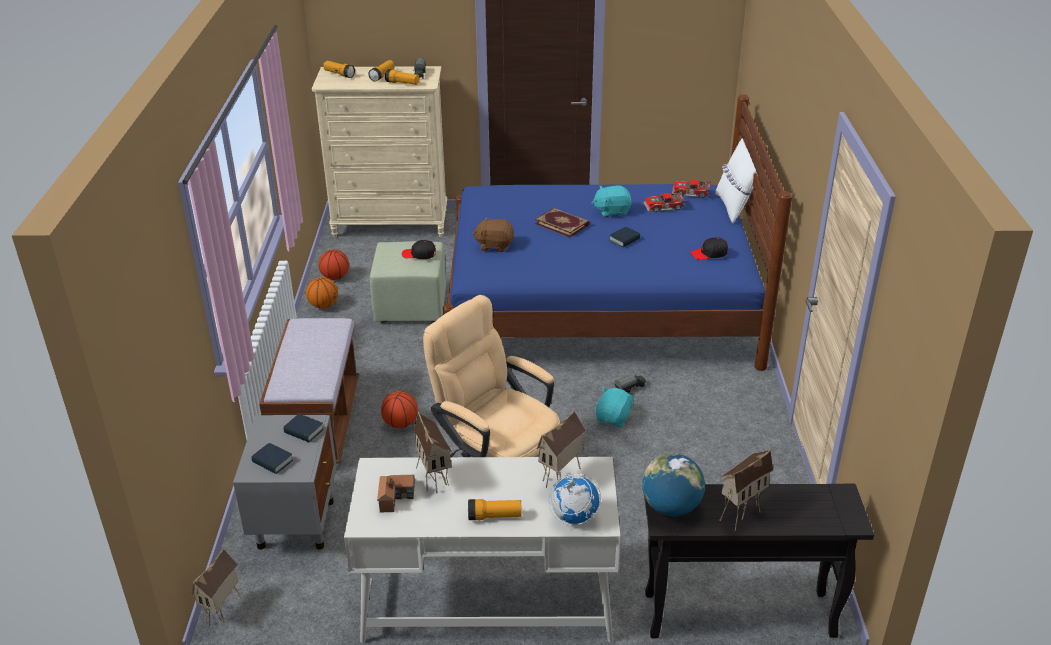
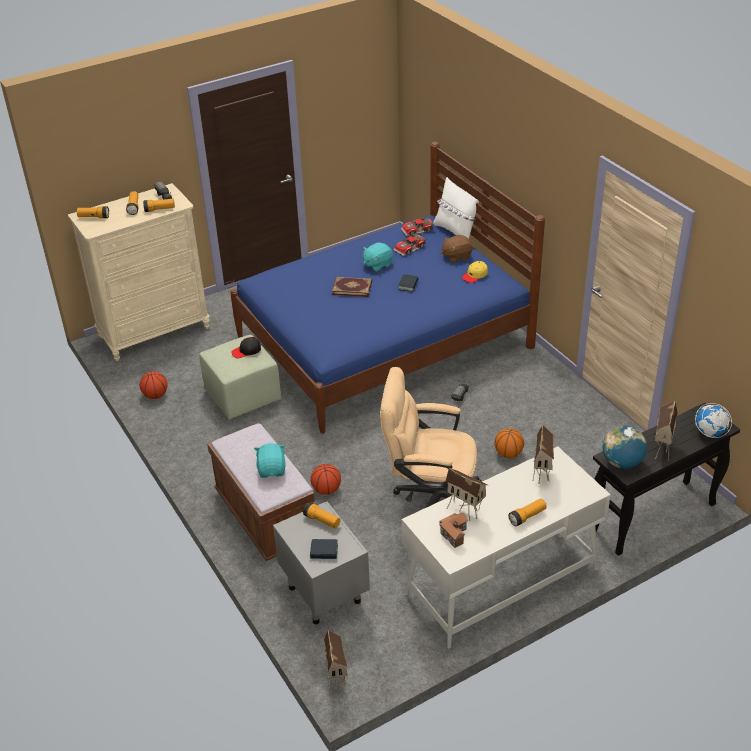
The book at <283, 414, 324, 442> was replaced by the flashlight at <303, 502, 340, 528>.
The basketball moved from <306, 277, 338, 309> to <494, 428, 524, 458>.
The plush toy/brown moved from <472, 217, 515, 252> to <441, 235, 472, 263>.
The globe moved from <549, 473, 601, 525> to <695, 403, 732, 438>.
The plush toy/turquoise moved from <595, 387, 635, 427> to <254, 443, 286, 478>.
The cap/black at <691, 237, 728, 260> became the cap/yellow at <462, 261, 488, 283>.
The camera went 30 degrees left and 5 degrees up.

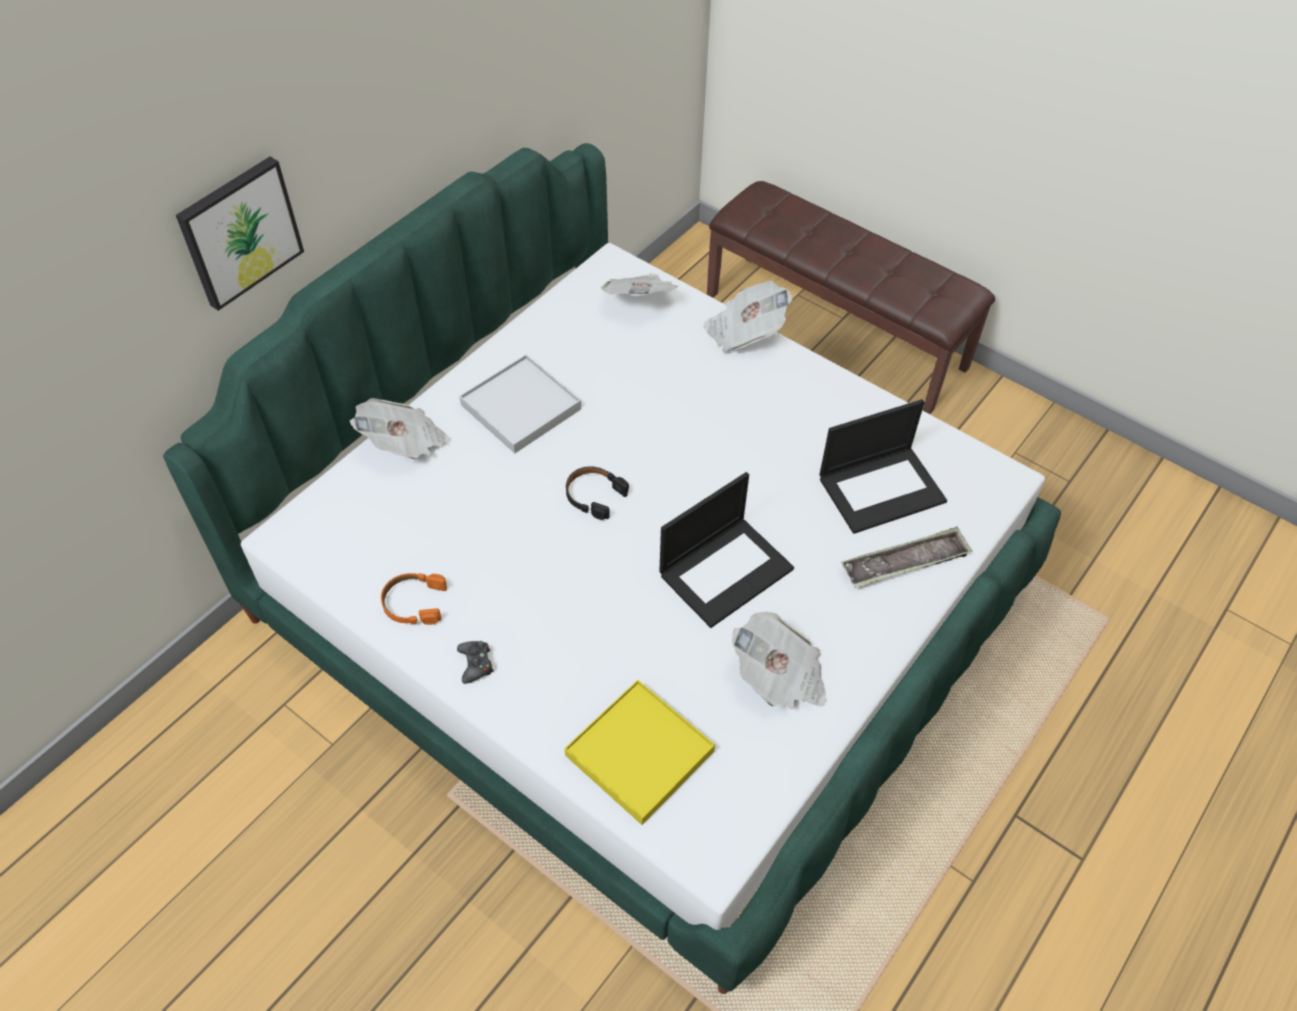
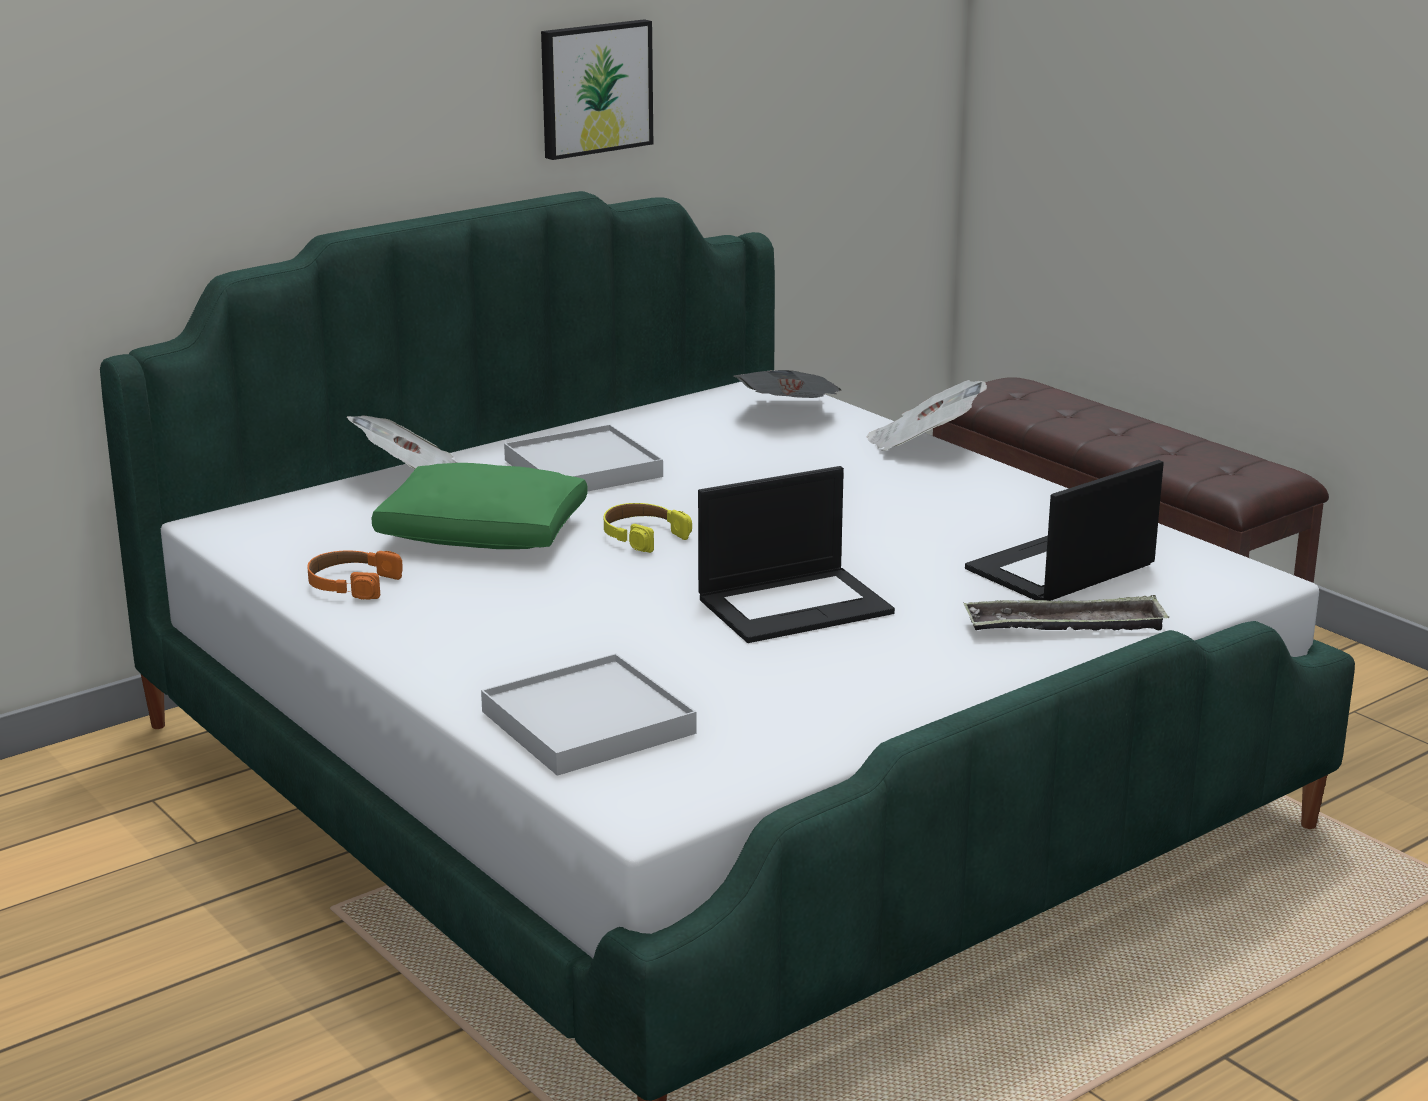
The picture moved from <176, 157, 304, 311> to <541, 19, 653, 160>.
The game controller/black at <457, 641, 494, 684> disappeared.
The tray/yellow at <564, 680, 715, 825> became the tray/white at <481, 653, 697, 776>.
The headphones/black at <566, 467, 629, 520> became the headphones/yellow at <604, 503, 692, 553>.
The newspaper at <732, 612, 827, 709> disappeared.
The laptop at <820, 399, 947, 534> turned 150 degrees clockwise.
The pillow/green at <371, 463, 588, 549> appeared.
The camera went 15 degrees right and 30 degrees down.

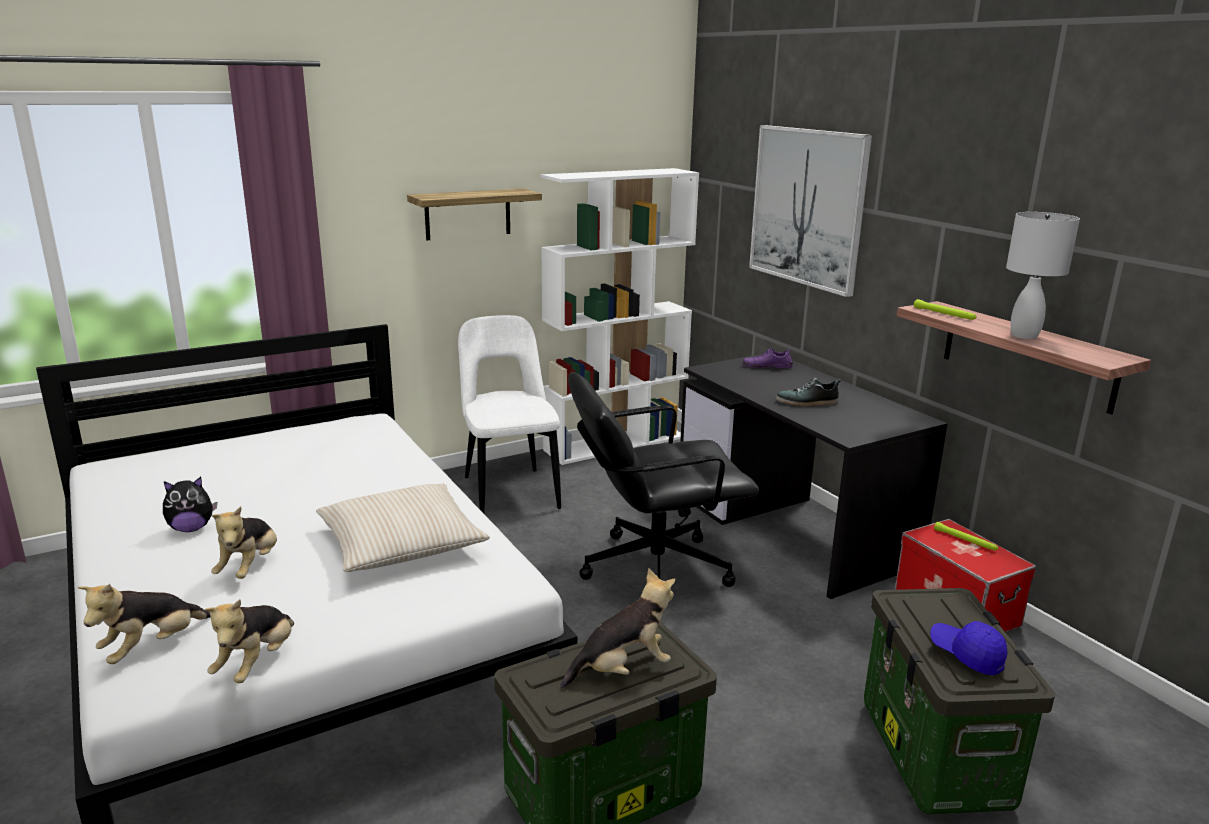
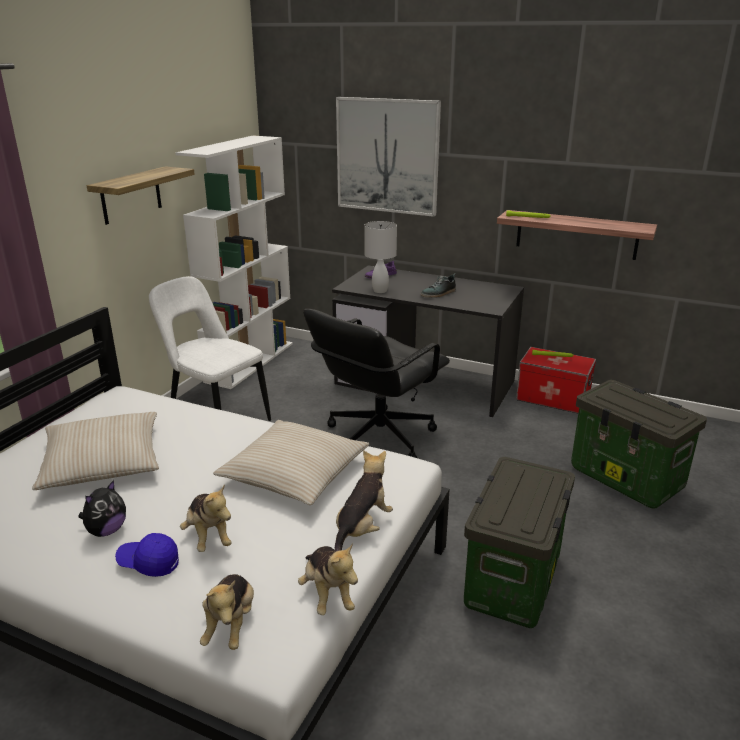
The plush toy moved from <560, 568, 676, 689> to <335, 450, 393, 551>.
The cap/blue moved from <930, 621, 1008, 675> to <115, 533, 179, 577>.
The table lamp/white moved from <1006, 212, 1080, 339> to <364, 221, 397, 293>.
The pillow/beige at <32, 412, 159, 490> appeared.
The camera went 35 degrees left and 5 degrees up.

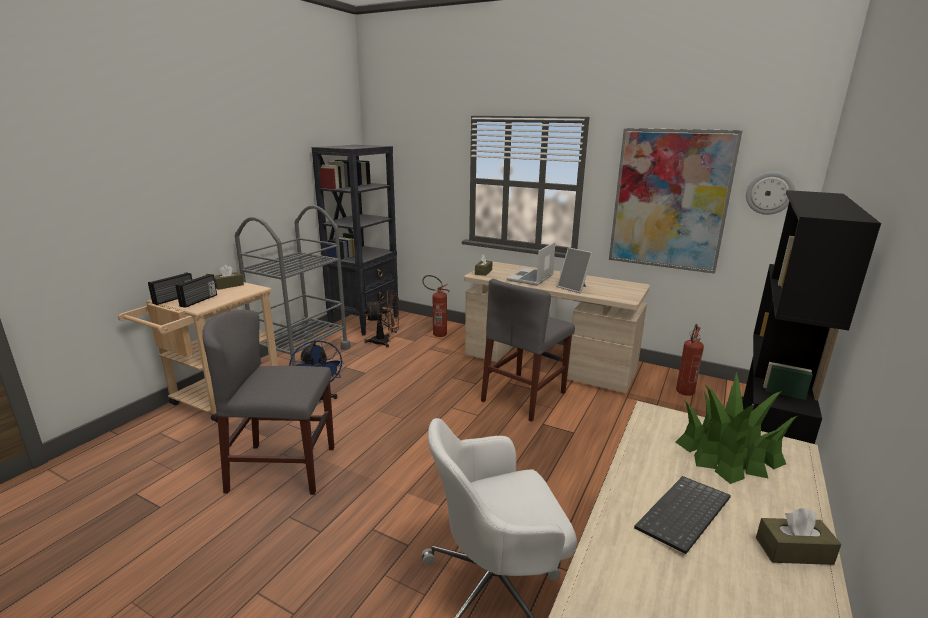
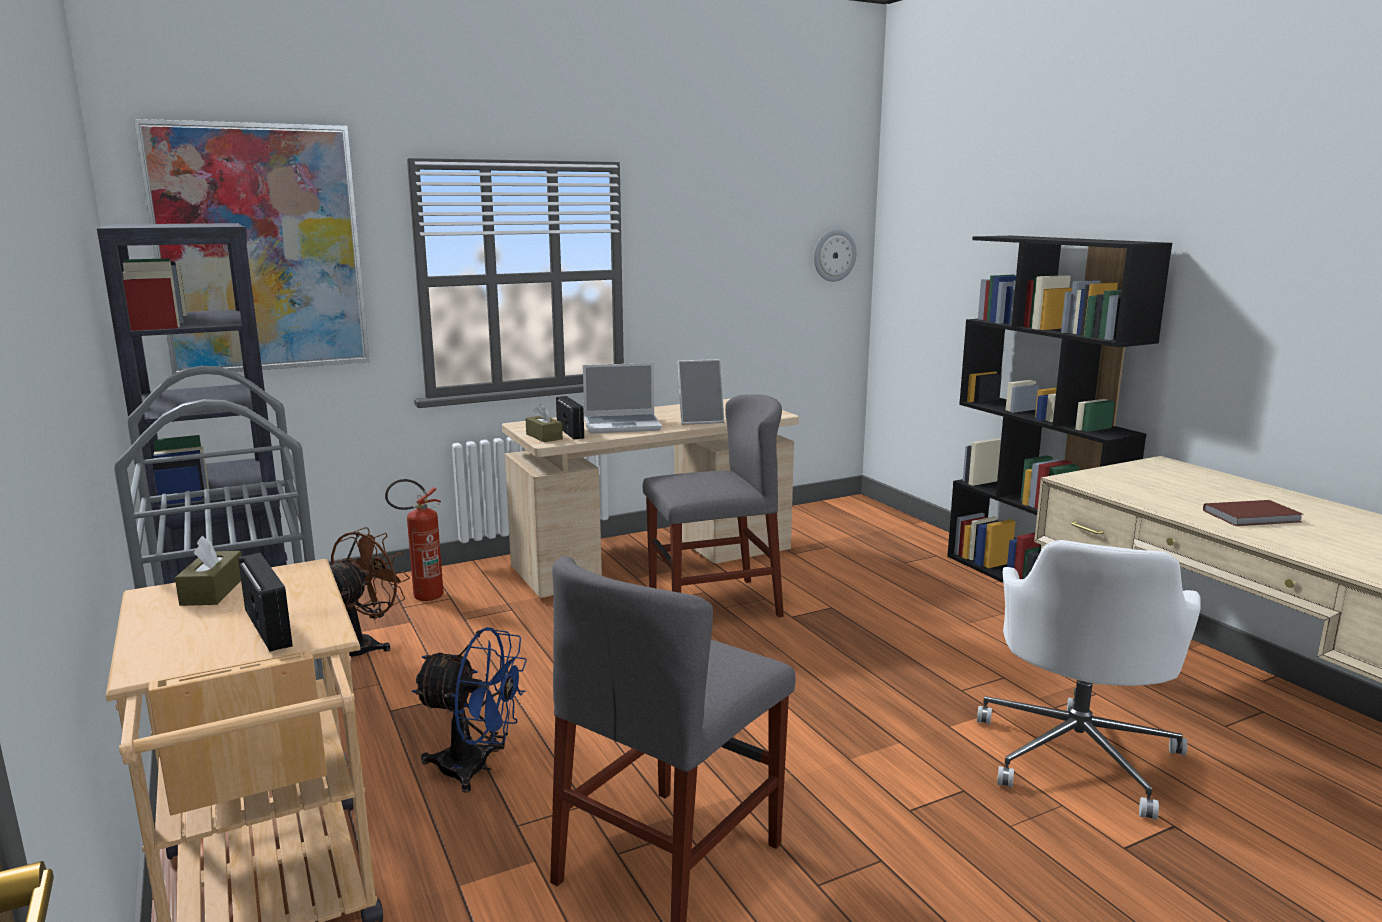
The radio moved from <148, 272, 192, 305> to <556, 396, 584, 439>.
The chair/grey at <481, 279, 575, 422> turned 90 degrees counterclockwise.
The laptop at <507, 242, 555, 286> turned 75 degrees counterclockwise.
The picture moved from <609, 128, 743, 274> to <134, 119, 370, 375>.
The keyboard at <634, 476, 731, 554> was replaced by the book/brown at <1203, 500, 1303, 526>.
The fire extinguisher at <676, 324, 704, 396> disappeared.
The potted plant at <676, 372, 797, 484> disappeared.
The tissue box/brown at <756, 508, 842, 565> disappeared.
The camera went 55 degrees left and 5 degrees down.

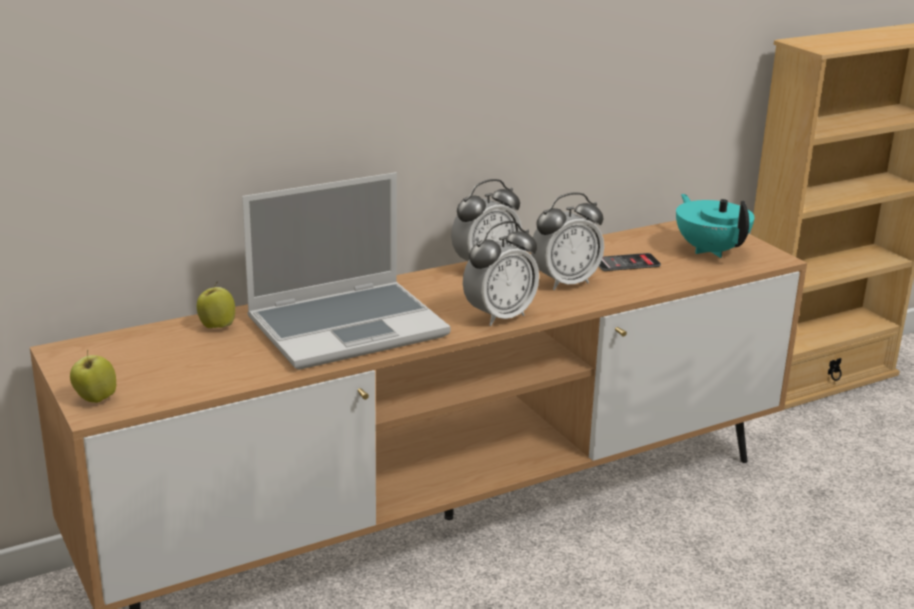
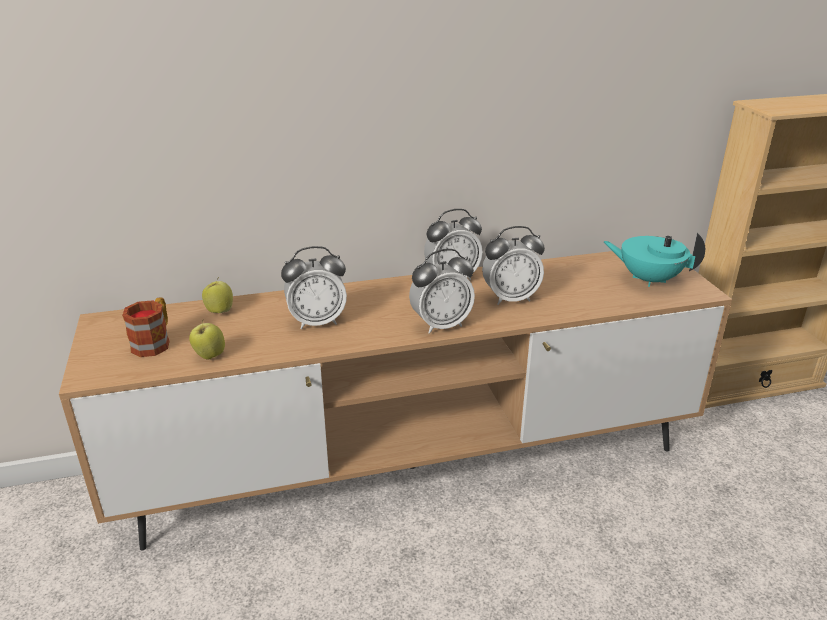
The apple moved from <70, 350, 116, 403> to <189, 319, 225, 360>.
The laptop at <242, 172, 451, 370> was replaced by the alarm clock at <281, 246, 347, 329>.
The phone at <599, 253, 661, 271> disappeared.
The teapot/turquoise at <676, 194, 755, 258> turned 60 degrees counterclockwise.
The mug at <122, 297, 170, 357> appeared.
The camera went 15 degrees right and 5 degrees up.

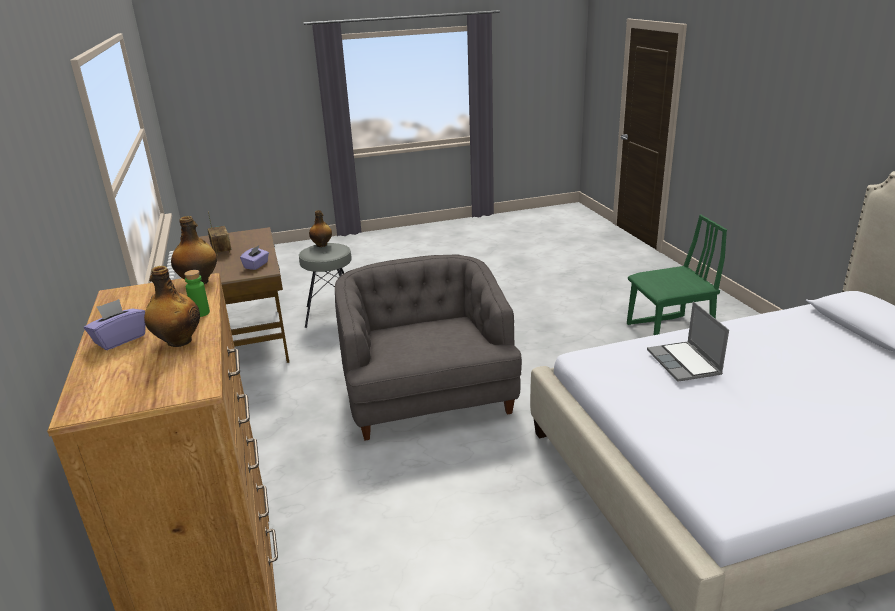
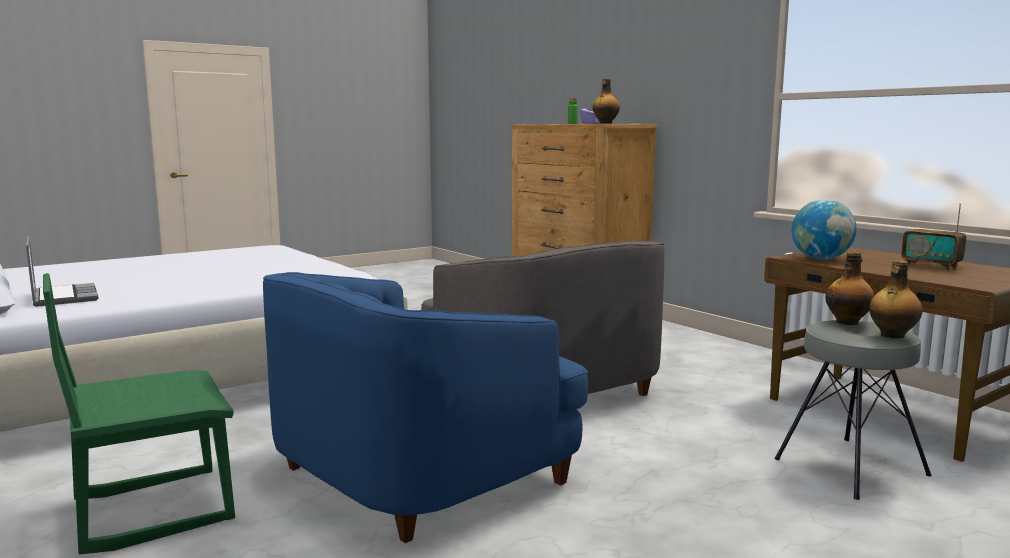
The bottle moved from <144, 266, 200, 347> to <825, 251, 874, 325>.
The tissue box/purple at <240, 246, 269, 270> was replaced by the globe at <792, 199, 857, 260>.
The laptop moved from <647, 302, 729, 382> to <26, 236, 98, 307>.
The armchair/blue at <263, 272, 588, 543> appeared.
The camera went 160 degrees right and 15 degrees down.

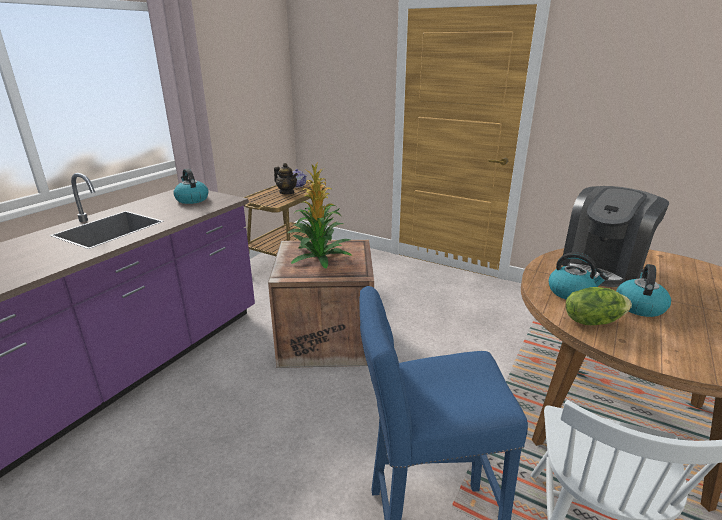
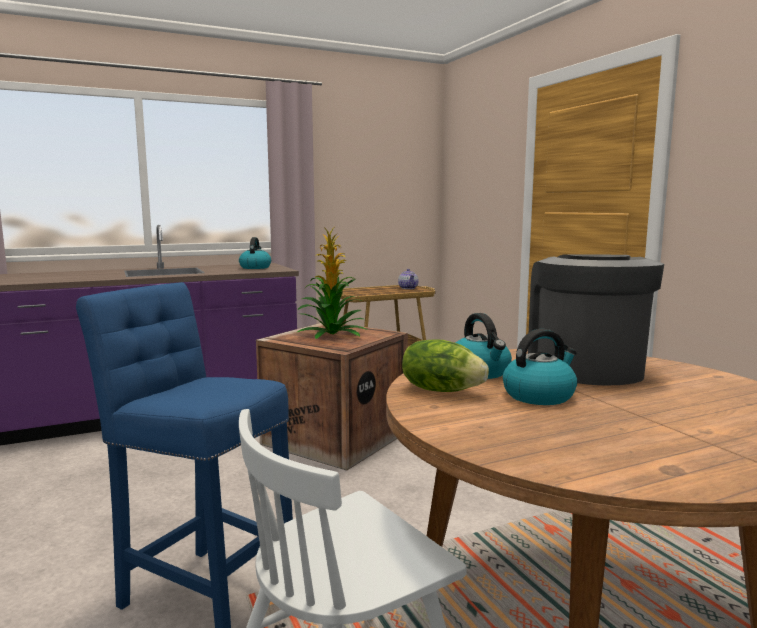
The teapot at <274, 163, 298, 194> disappeared.
The coffee machine at <562, 186, 669, 287> turned 105 degrees clockwise.
The camera went 35 degrees right and 15 degrees down.

